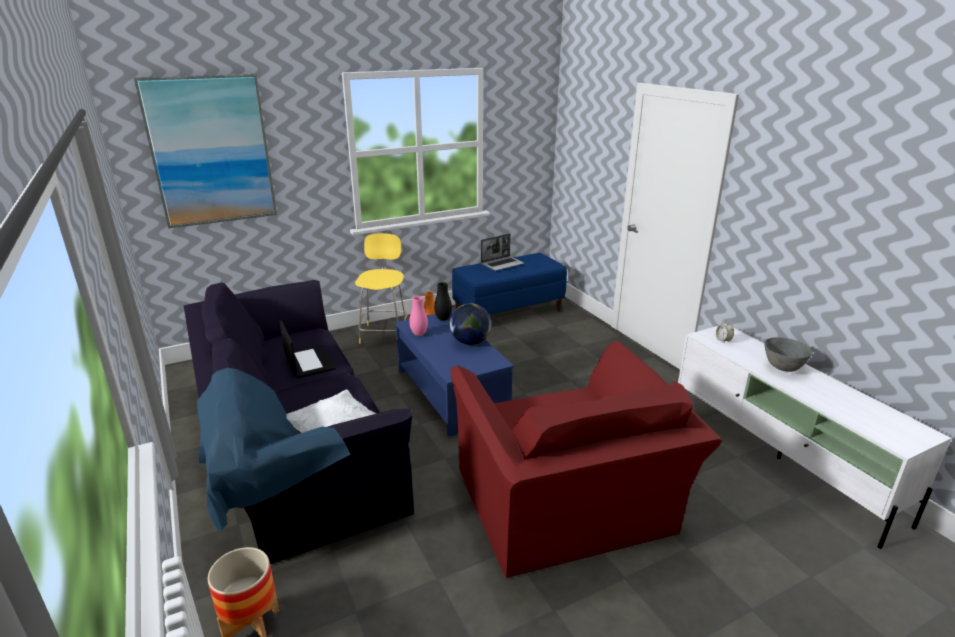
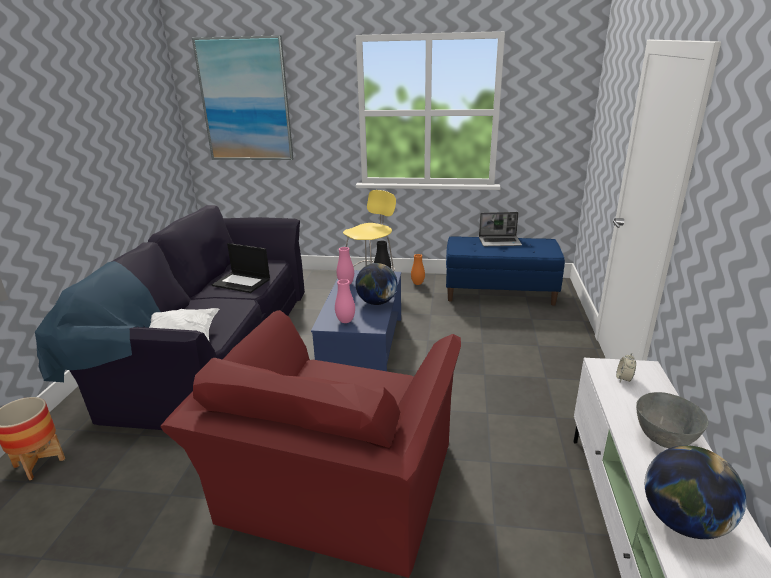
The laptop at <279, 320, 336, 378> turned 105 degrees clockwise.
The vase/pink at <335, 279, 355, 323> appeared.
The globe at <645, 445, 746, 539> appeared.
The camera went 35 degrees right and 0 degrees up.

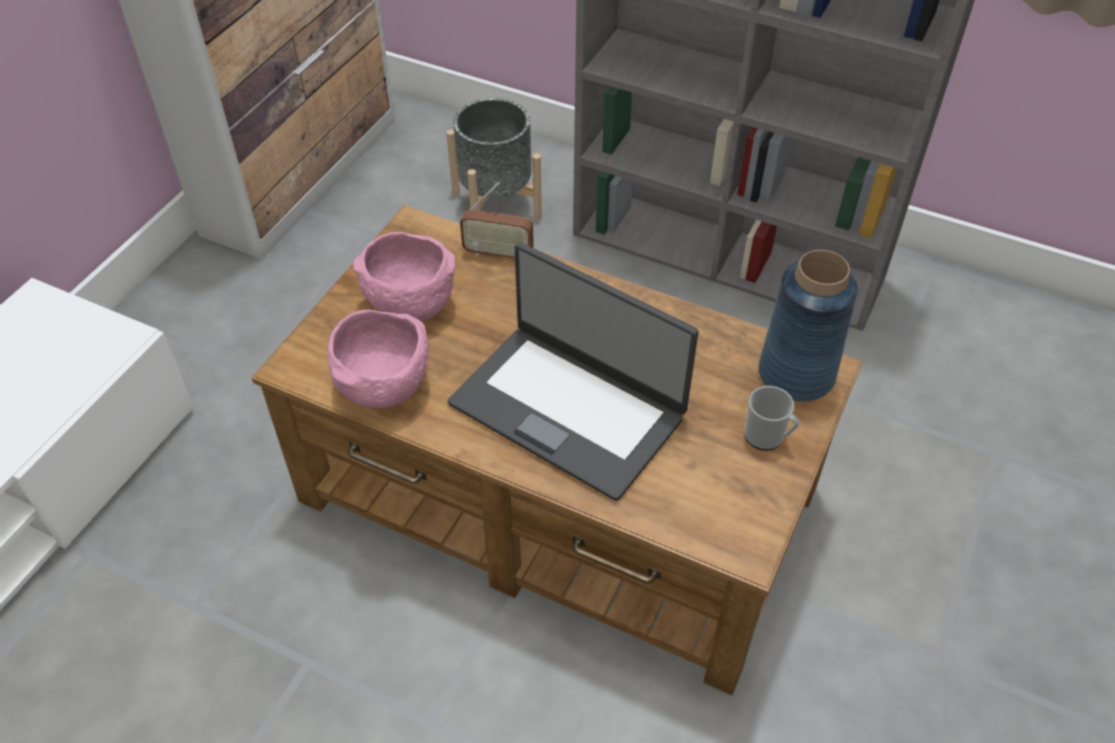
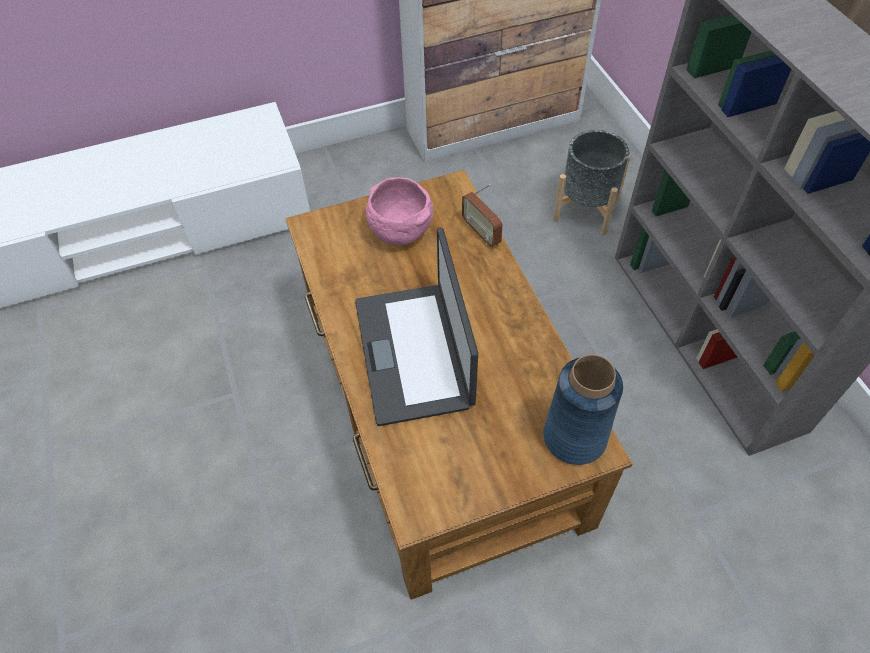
The bowl/pink at <327, 310, 429, 408> disappeared.
The mug at <744, 386, 800, 450> disappeared.
The camera went 45 degrees right and 5 degrees up.

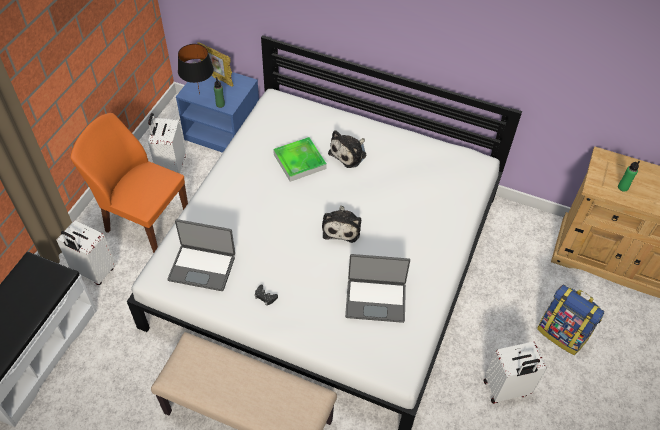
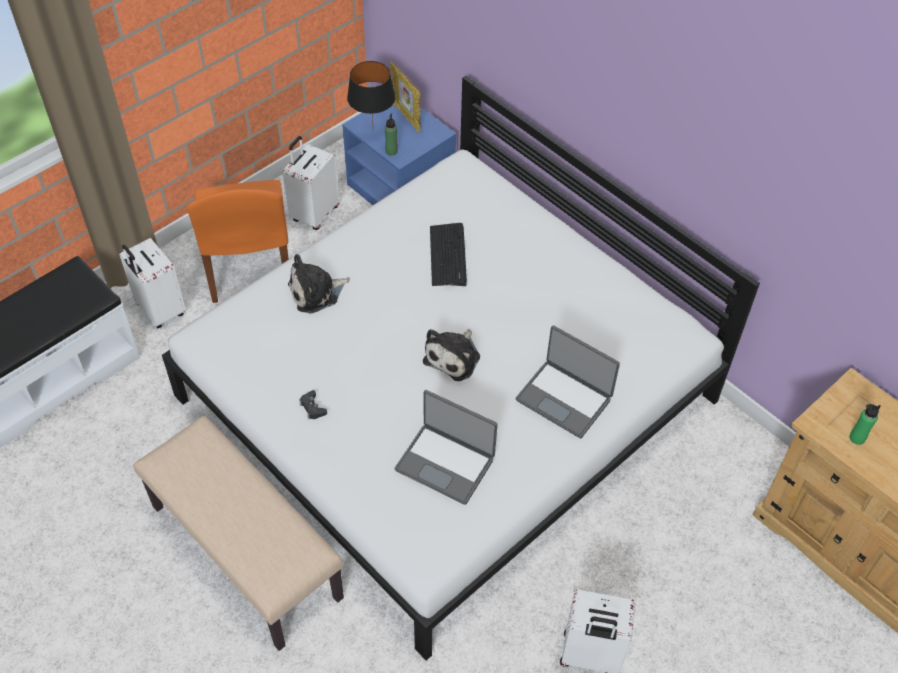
The chair/orange at <70, 113, 188, 253> turned 150 degrees counterclockwise.
The laptop moved from <167, 219, 235, 291> to <516, 325, 620, 438>.
The tray at <273, 137, 327, 182> was replaced by the keyboard at <430, 223, 467, 286>.
The plush toy moved from <328, 130, 367, 168> to <288, 254, 350, 314>.
The backpack at <537, 285, 604, 355> disappeared.
The camera went 25 degrees right and 0 degrees up.

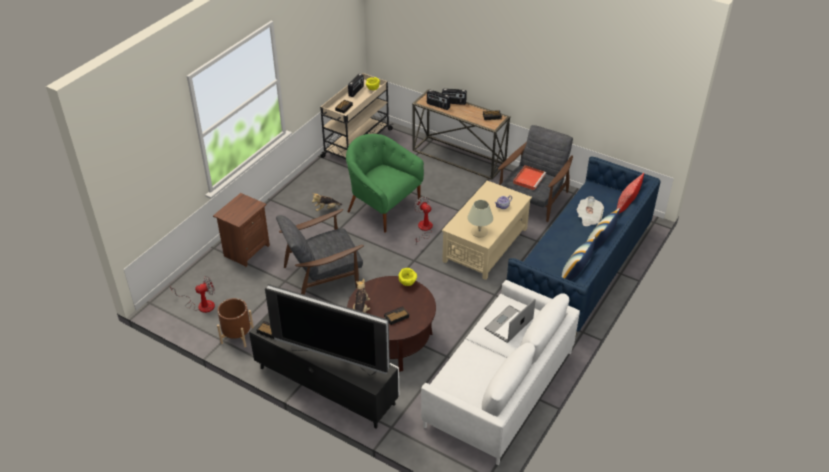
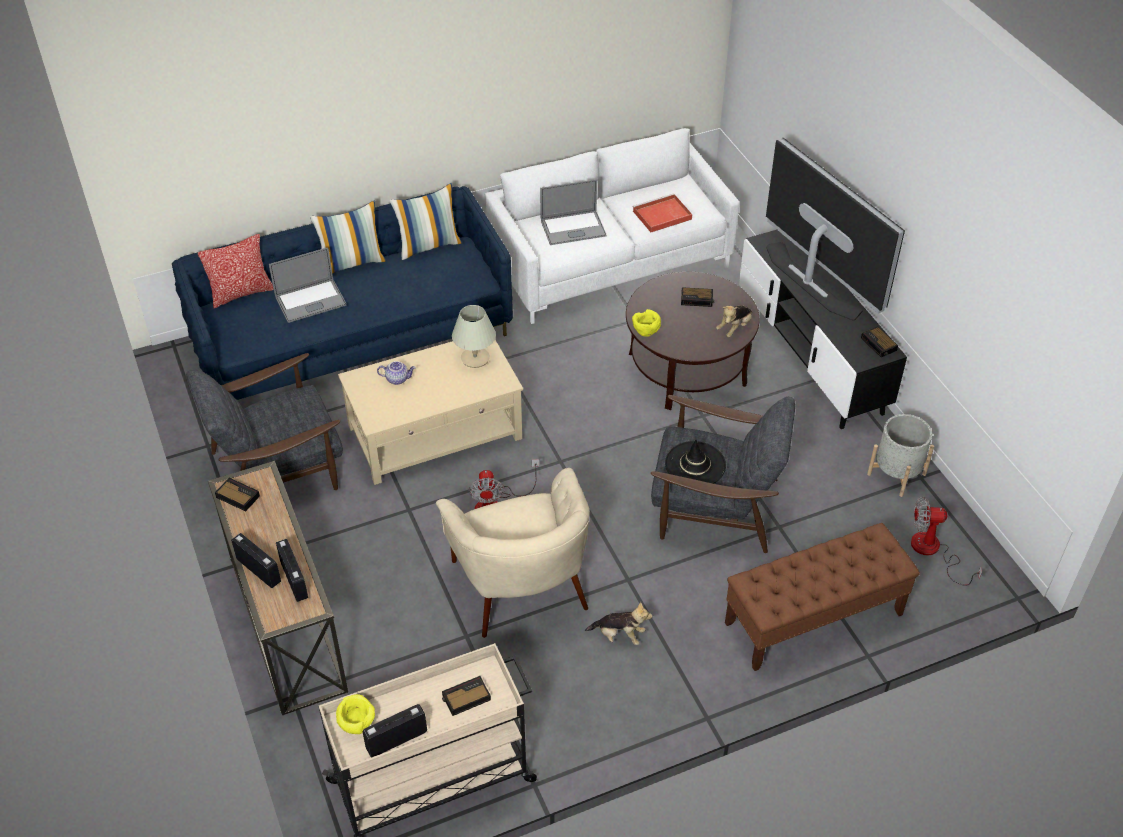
The nightstand/brown at <213, 193, 270, 267> was replaced by the bench/brown at <725, 523, 920, 671>.
The planter/brown at <217, 298, 254, 347> became the planter/grey at <867, 414, 934, 497>.
The armchair/green at <346, 134, 424, 232> became the armchair/beige at <436, 468, 590, 638>.
The tray/red moved from <513, 165, 546, 190> to <633, 193, 692, 232>.
The newspaper at <577, 196, 604, 226> was replaced by the laptop at <269, 247, 346, 323>.
The hat/black at <665, 439, 726, 484> appeared.
The camera went 145 degrees left and 5 degrees up.

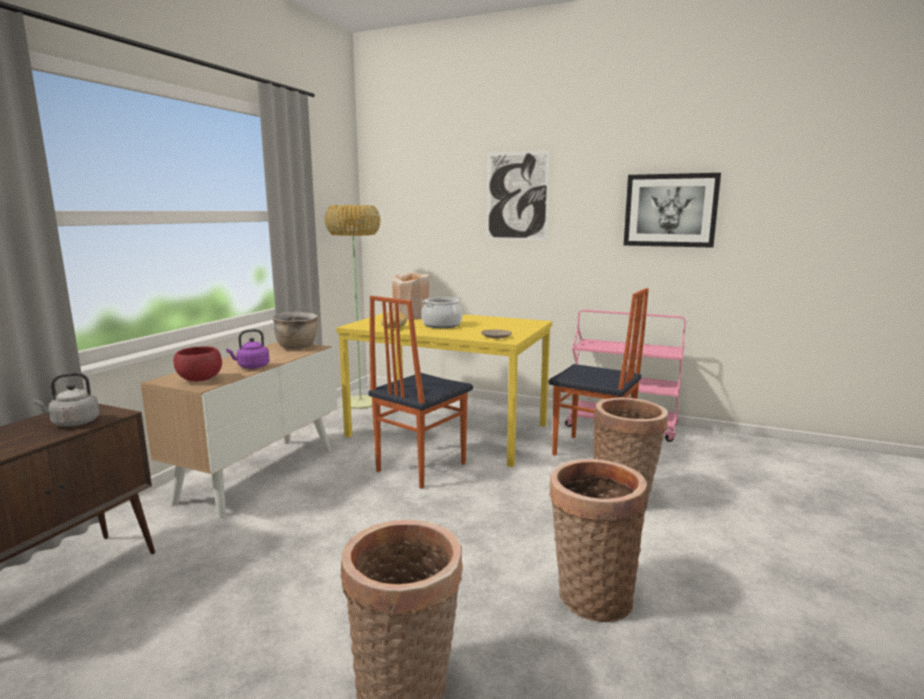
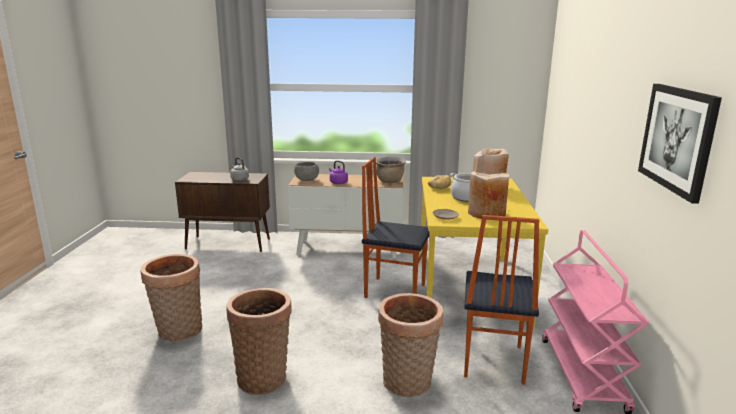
The bowl/red at <173, 346, 222, 381> became the bowl/grey at <294, 162, 319, 181>.
The floor lamp at <324, 205, 381, 409> disappeared.
The picture at <487, 150, 550, 240> disappeared.
The vase/beige at <468, 171, 509, 219> appeared.
The camera went 70 degrees right and 5 degrees up.

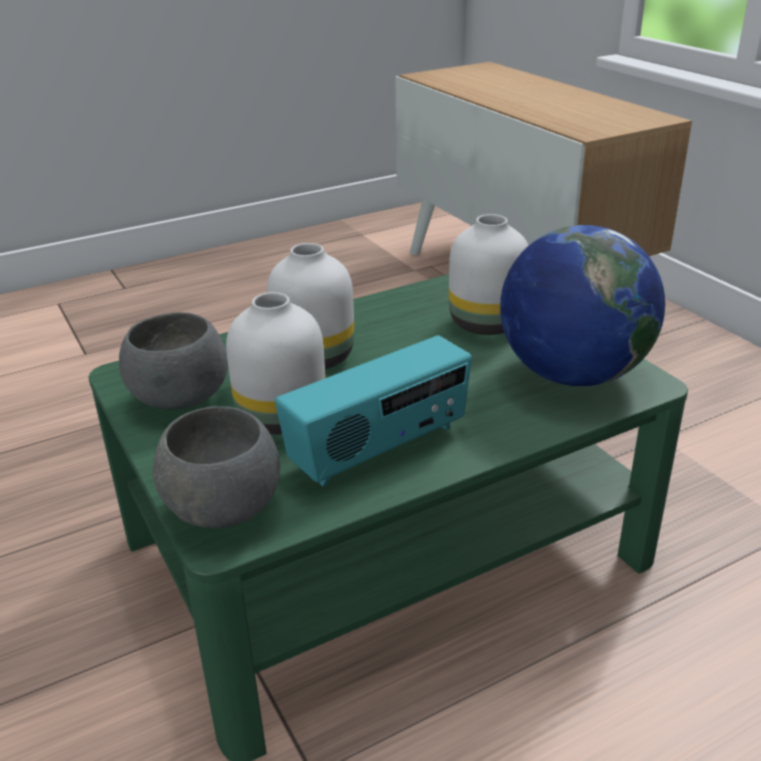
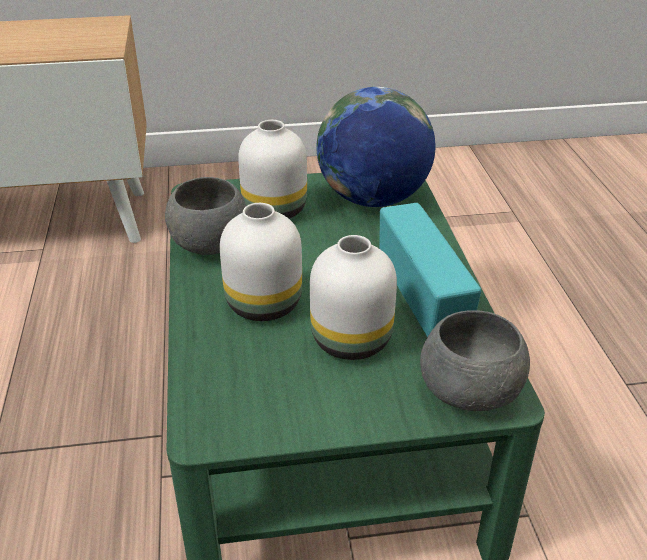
The bowl/grey moved from <119, 312, 228, 409> to <165, 177, 246, 255>.
The camera went 70 degrees left and 5 degrees up.

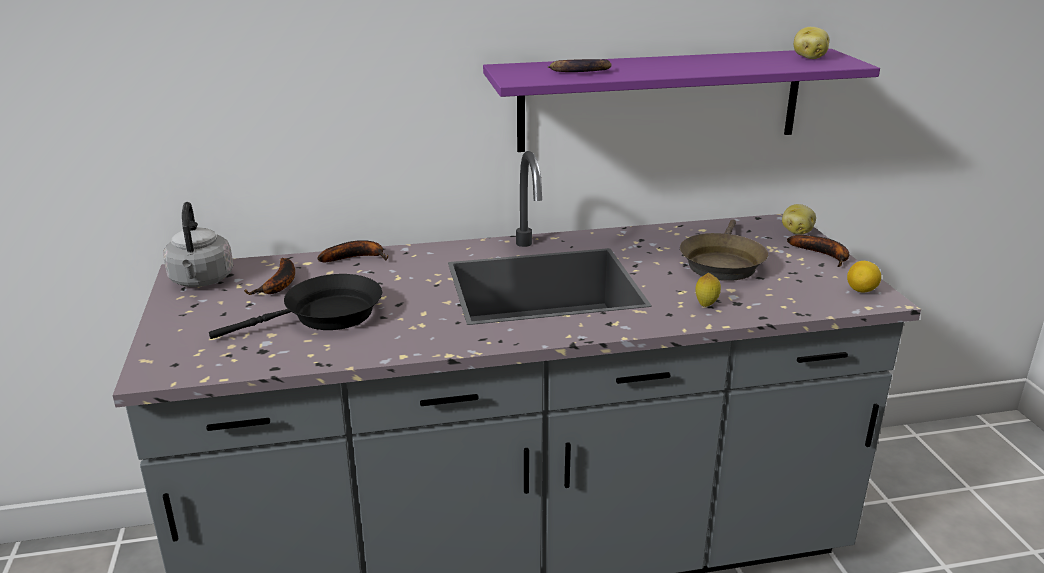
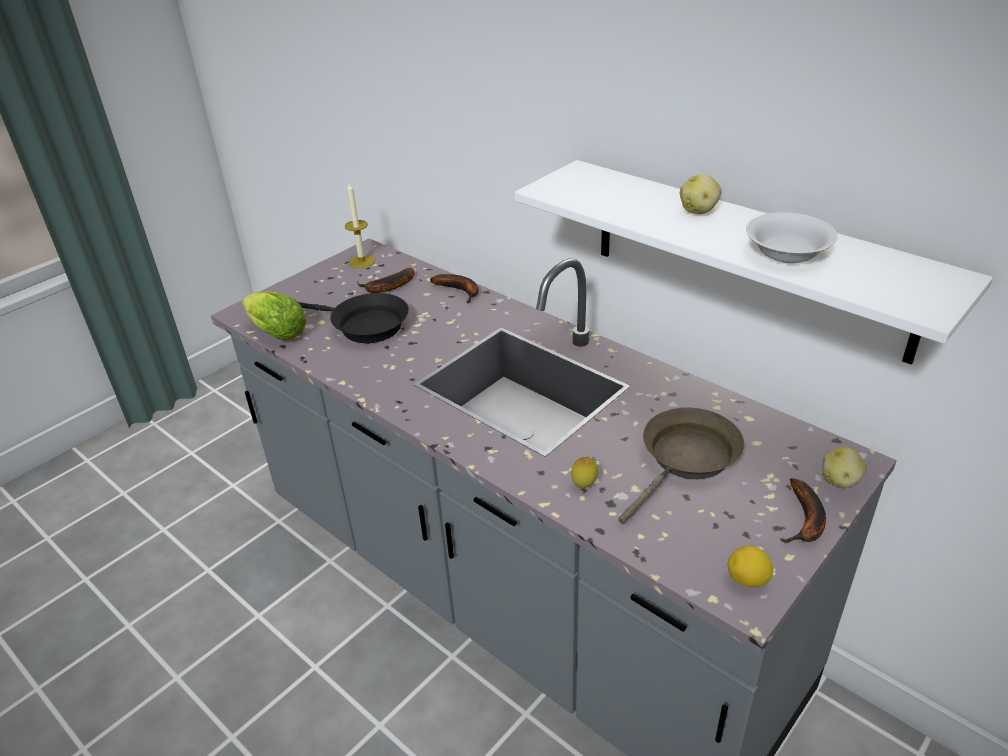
The kettle/grey at <163, 202, 233, 287> was replaced by the candle at <345, 183, 375, 268>.
The shelf/purple at <483, 49, 880, 152> became the shelf/white at <514, 160, 993, 365>.
The banana at <548, 59, 612, 72> disappeared.
The frying pan/brown at <680, 220, 768, 281> turned 150 degrees clockwise.
The potato moved from <794, 27, 829, 59> to <680, 174, 721, 214>.
The lettuce at <242, 292, 307, 340> appeared.
The bowl/white at <746, 212, 838, 263> appeared.
The camera went 55 degrees right and 10 degrees up.

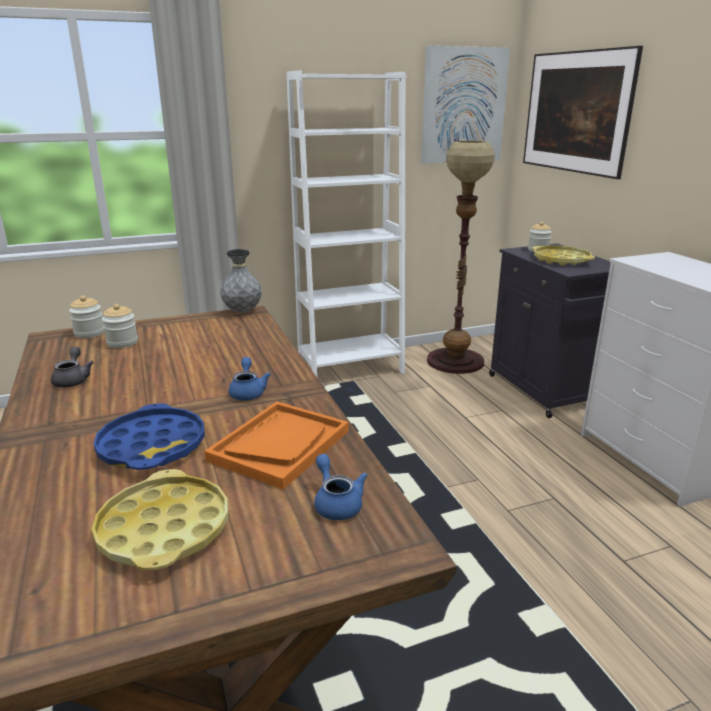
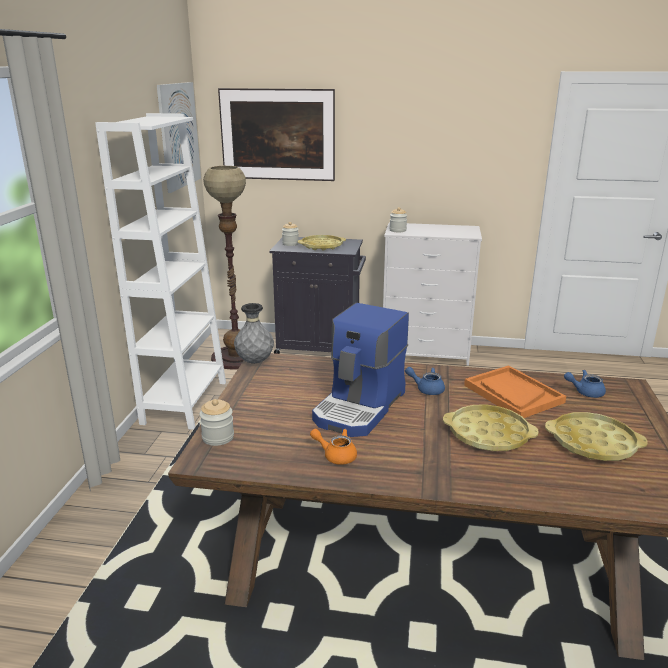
The teapot/grey at <51, 346, 94, 388> became the teapot/orange at <310, 429, 357, 465>.
The tray/blue at <93, 403, 204, 470> became the tray/yellow at <443, 404, 539, 451>.
The jar moved from <102, 304, 138, 348> to <389, 207, 407, 232>.
The coffee machine at <312, 303, 409, 437> appeared.
The camera went 60 degrees left and 0 degrees up.

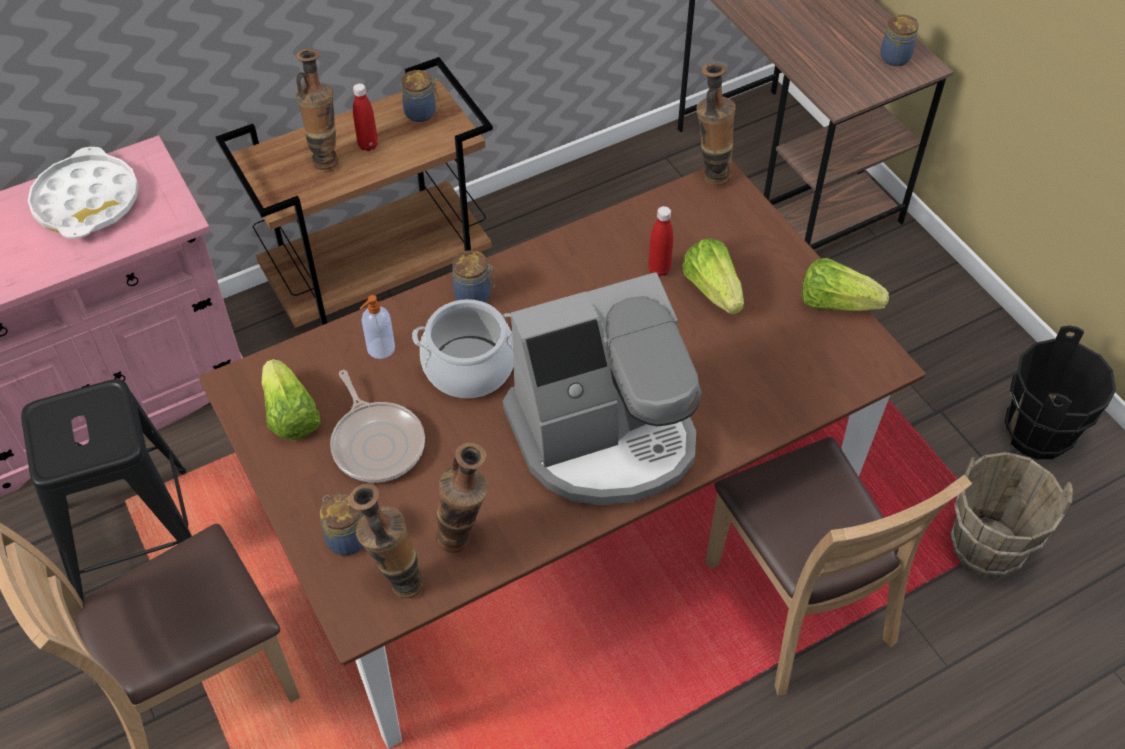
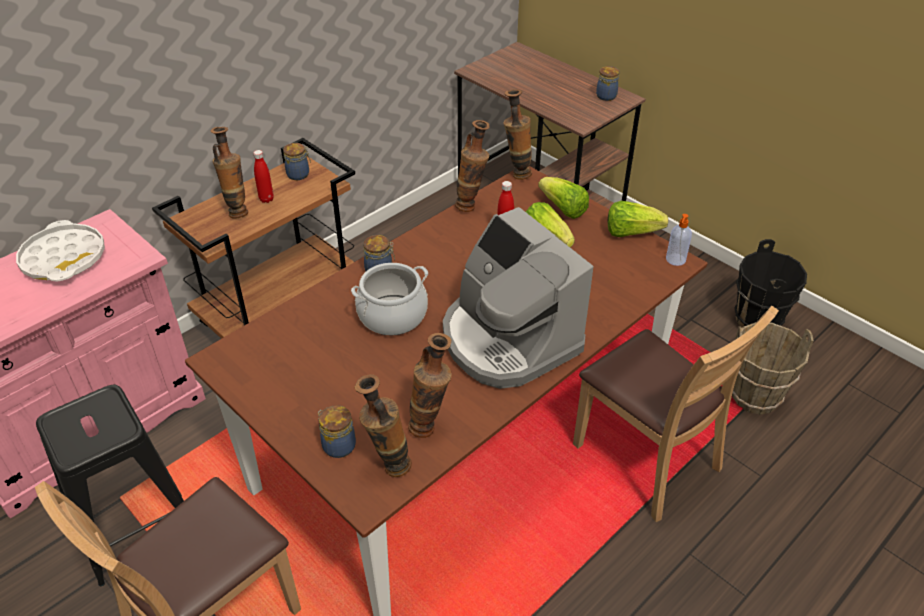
The lettuce moved from <262, 359, 321, 440> to <538, 177, 589, 219>.
The frying pan at <330, 370, 425, 483> disappeared.
The soap dispenser moved from <360, 295, 395, 359> to <666, 214, 692, 266>.
The coffee machine at <503, 272, 702, 505> turned 90 degrees clockwise.
The vase at <455, 120, 489, 212> appeared.
The camera went 15 degrees left and 10 degrees down.

